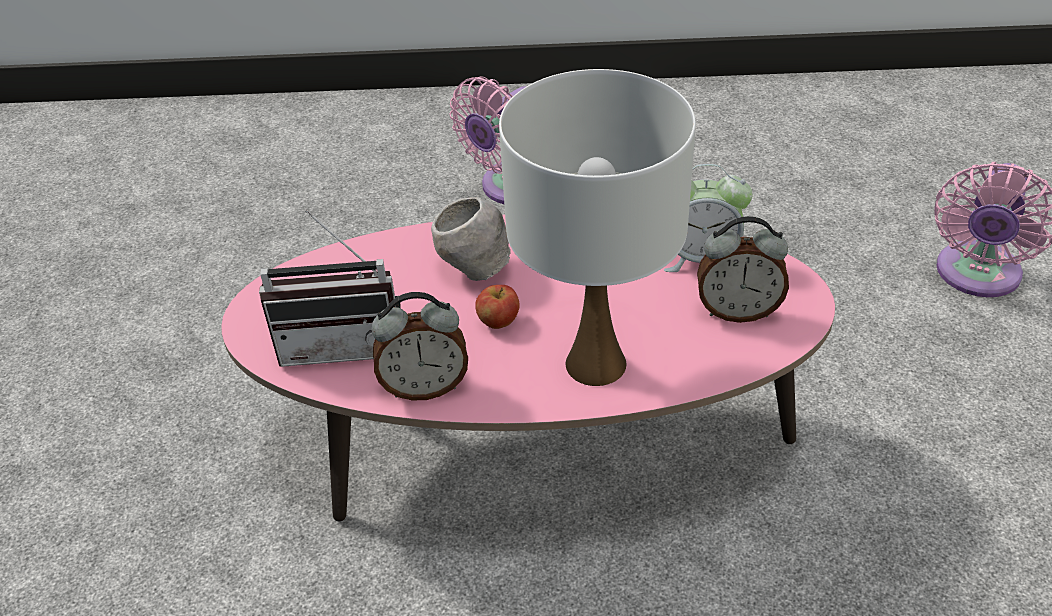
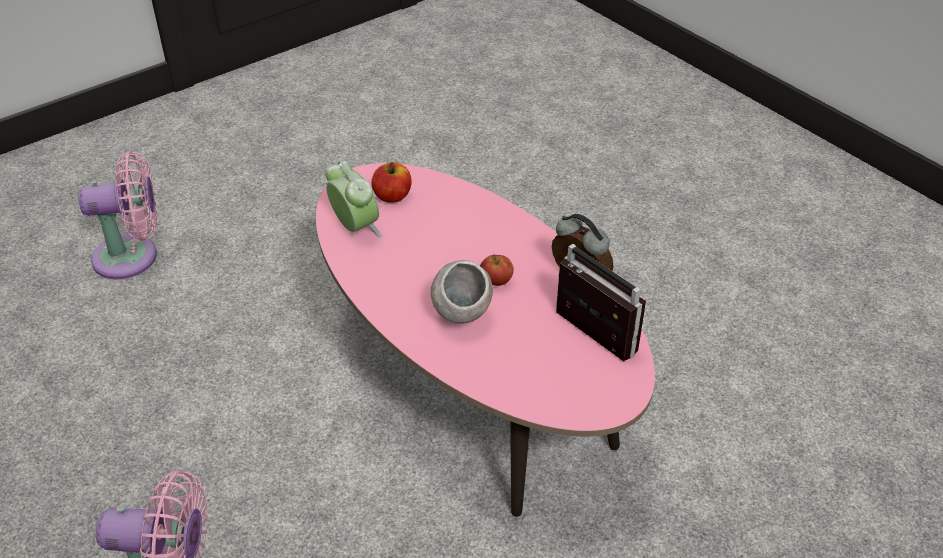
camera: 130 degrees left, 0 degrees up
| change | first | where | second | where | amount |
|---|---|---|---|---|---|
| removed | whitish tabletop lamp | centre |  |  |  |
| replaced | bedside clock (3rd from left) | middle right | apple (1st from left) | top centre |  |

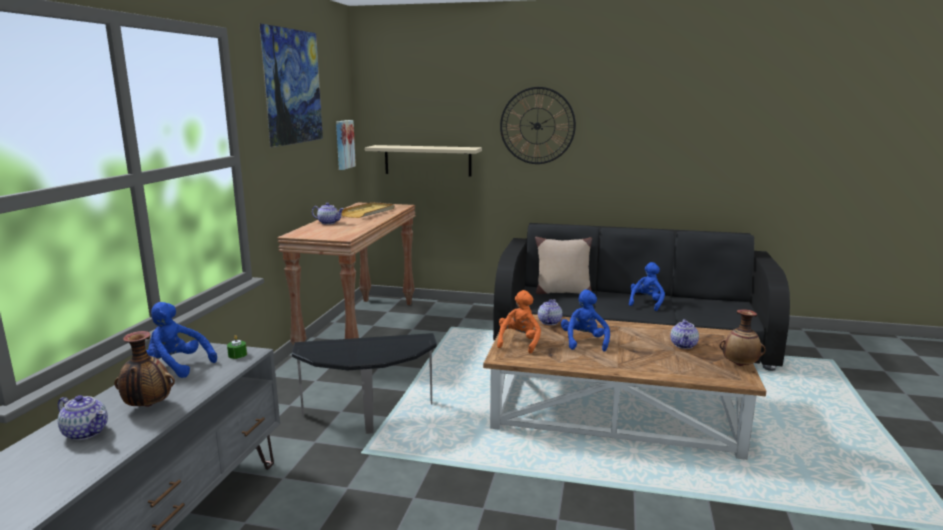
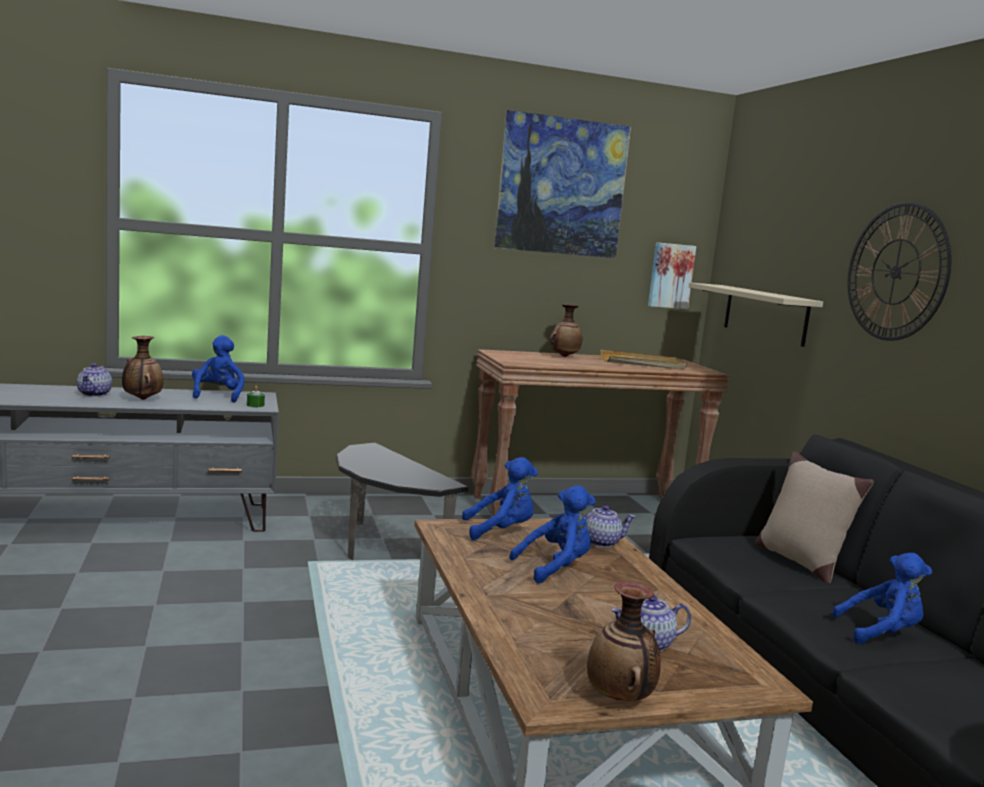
camera: 60 degrees right, 5 degrees down
| change | first | where | second | where | amount |
|---|---|---|---|---|---|
| replaced | pot for tea (2nd from left) | centre | decorative vase (2nd from left) | centre |  |
| recoloured | orange-coloured soft toy | centre | bluish soft toy (2nd from left) | centre |  |

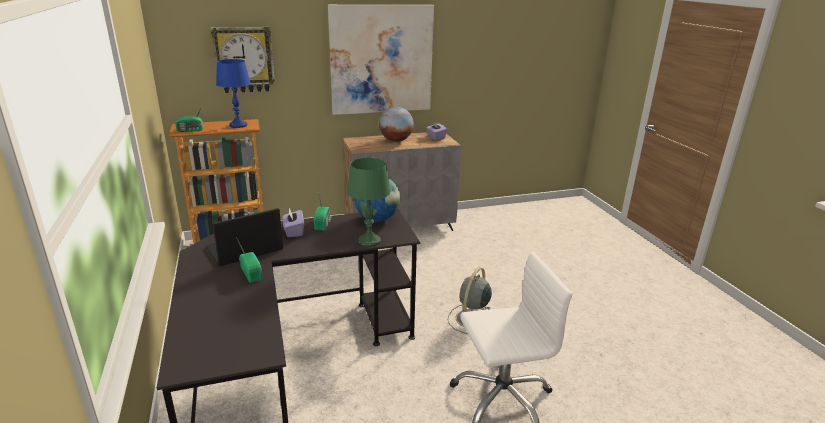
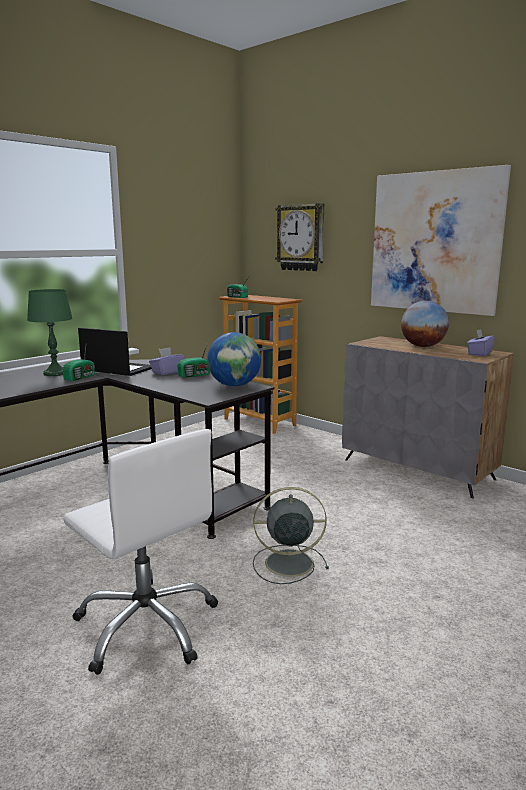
camera: 60 degrees right, 10 degrees down
| change | first | where | second | where | amount |
|---|---|---|---|---|---|
| removed | bluish tabletop lamp | top left |  |  |  |
| moved | green-coloured tabletop lamp | centre |  | middle left |  |

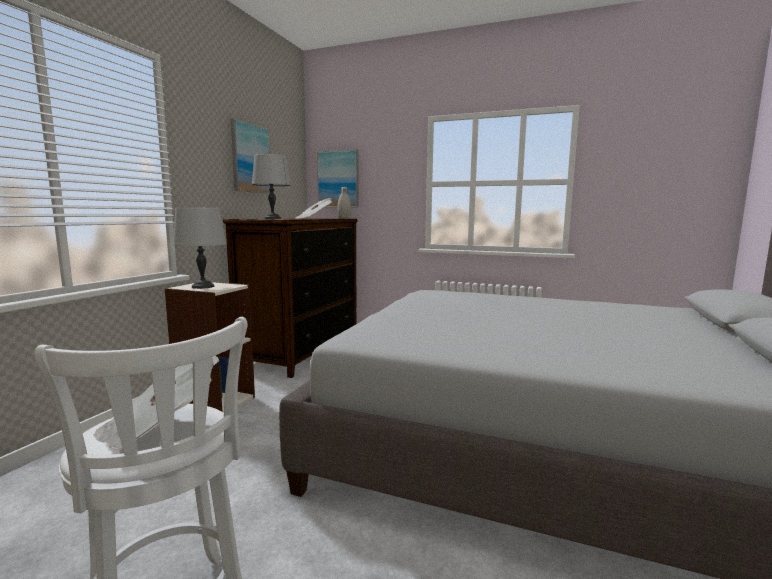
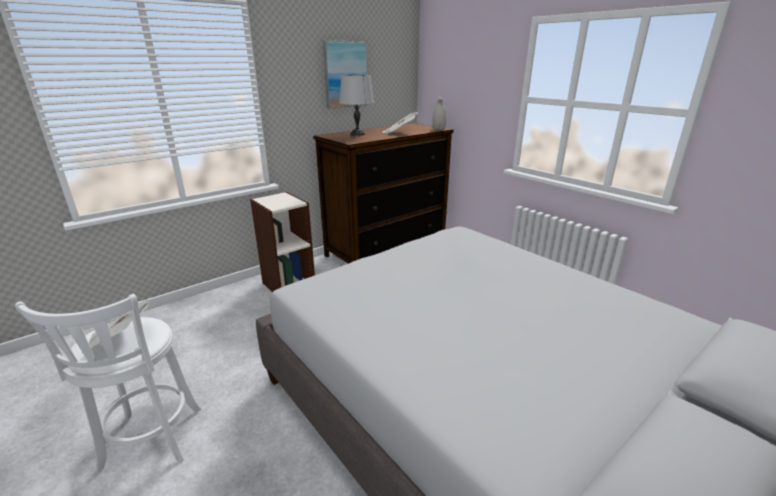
camera: 30 degrees right, 15 degrees up
| change | first | where | second | where | amount |
|---|---|---|---|---|---|
| removed | greyish tabletop lamp (1st from left) | middle left |  |  |  |
| removed | wall picture (2nd from left) | top centre |  |  |  |

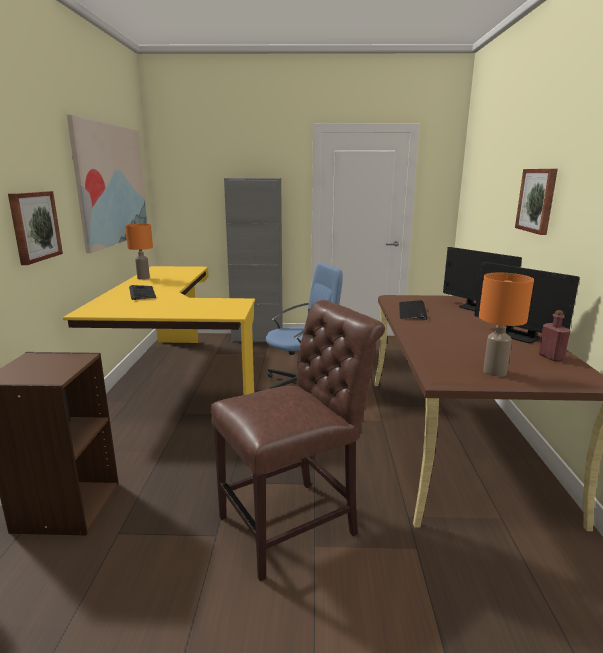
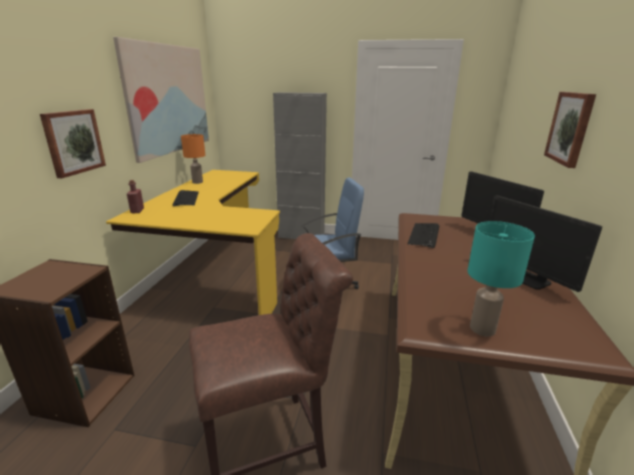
camera: 10 degrees right, 5 degrees up
| change | first | where | second | where | amount |
|---|---|---|---|---|---|
| recoloured | orange-coloured tabletop lamp (2nd from left) | middle right | turquoise tabletop lamp | middle right |  |
| moved | red-coloured drink bottle | middle right |  | middle left |  |

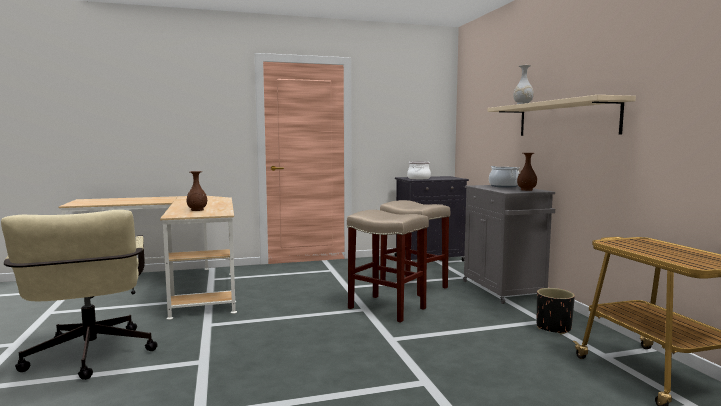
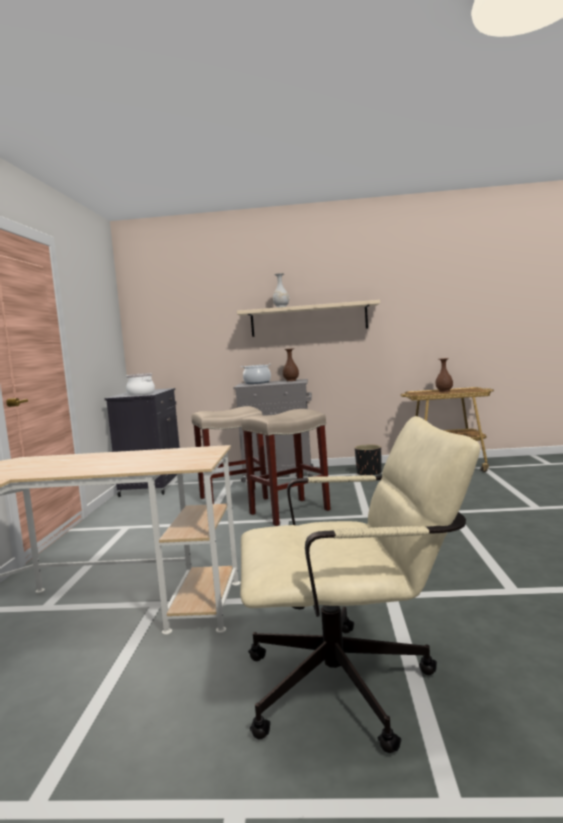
camera: 70 degrees left, 0 degrees up
| change | first | where | second | where | amount |
|---|---|---|---|---|---|
| moved | brown decorative vase (1st from left in the first image) | middle left | brown decorative vase (2nd from left) | middle right |  |

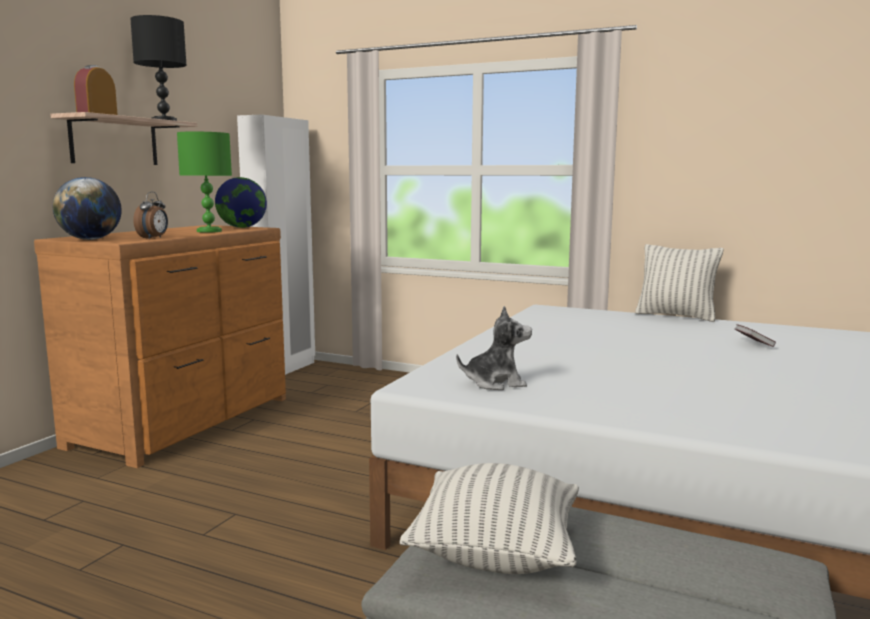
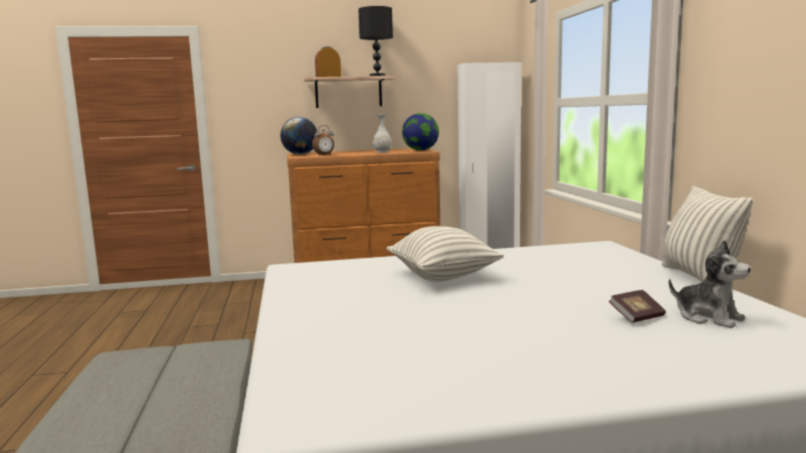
camera: 55 degrees right, 0 degrees up
| change | first | where | second | where | amount |
|---|---|---|---|---|---|
| replaced | green-coloured tabletop lamp | top left | whitish decorative vase | top centre |  |
| moved | throw pillow (1st from left) | bottom centre |  | centre |  |
| moved | soft toy | centre |  | middle right |  |

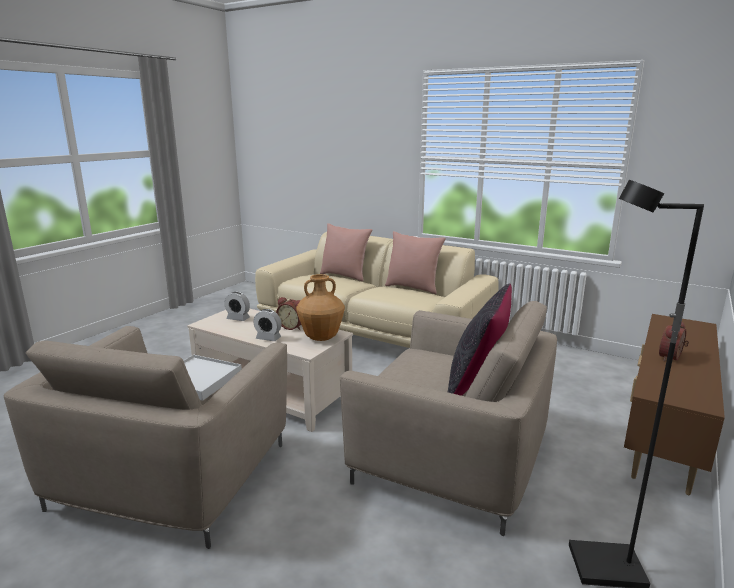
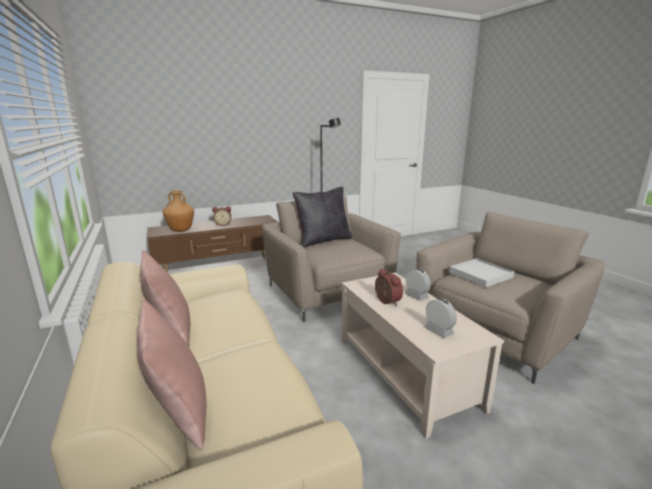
camera: 145 degrees left, 0 degrees up
| change | first | where | second | where | amount |
|---|---|---|---|---|---|
| moved | brown decorative vase | centre |  | middle left |  |

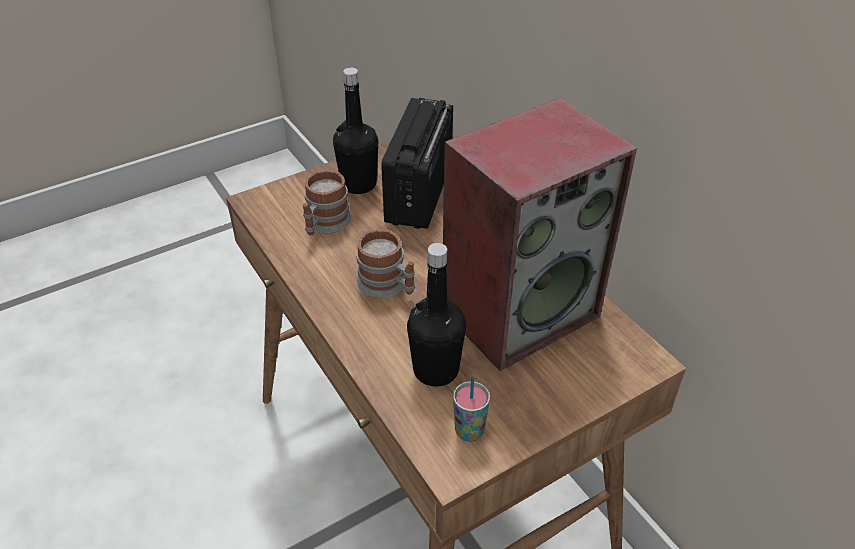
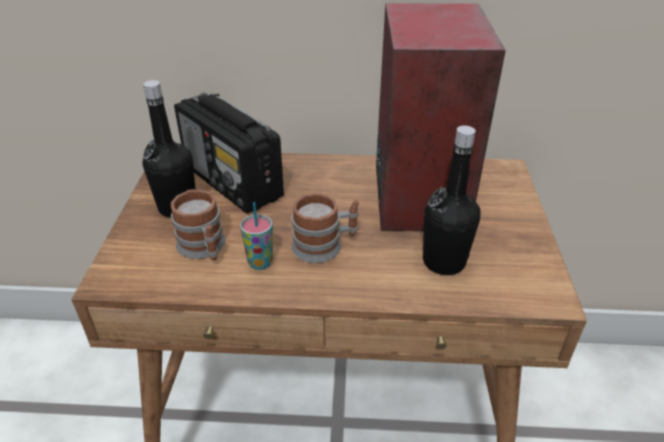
camera: 55 degrees left, 5 degrees down
| change | first | where | second | where | amount |
|---|---|---|---|---|---|
| moved | drinking cup | bottom centre |  | centre |  |

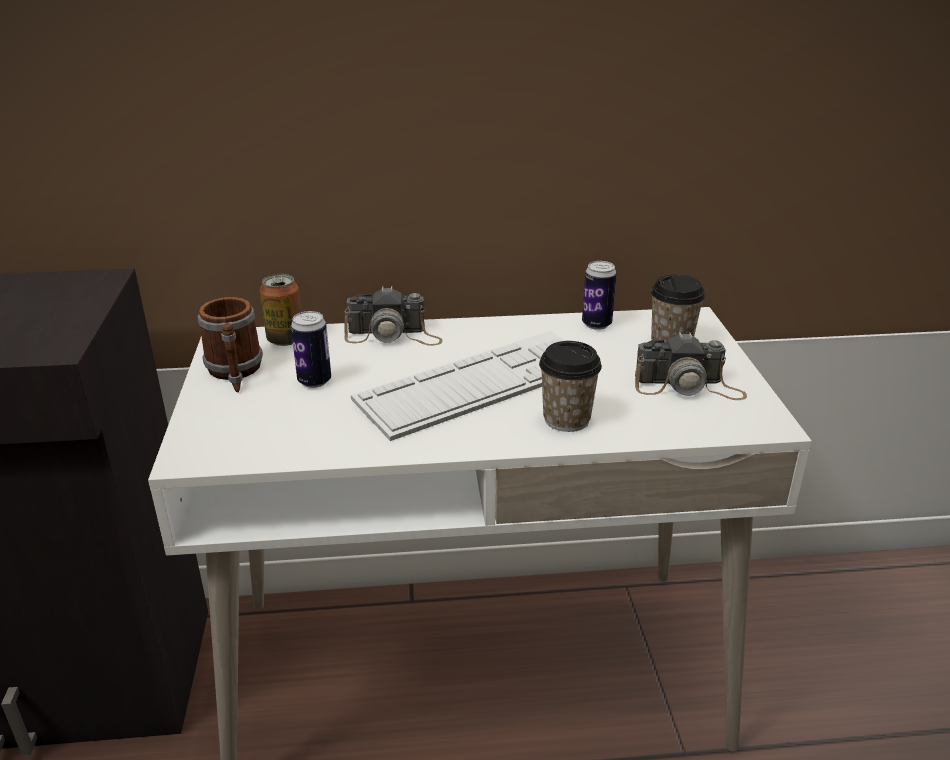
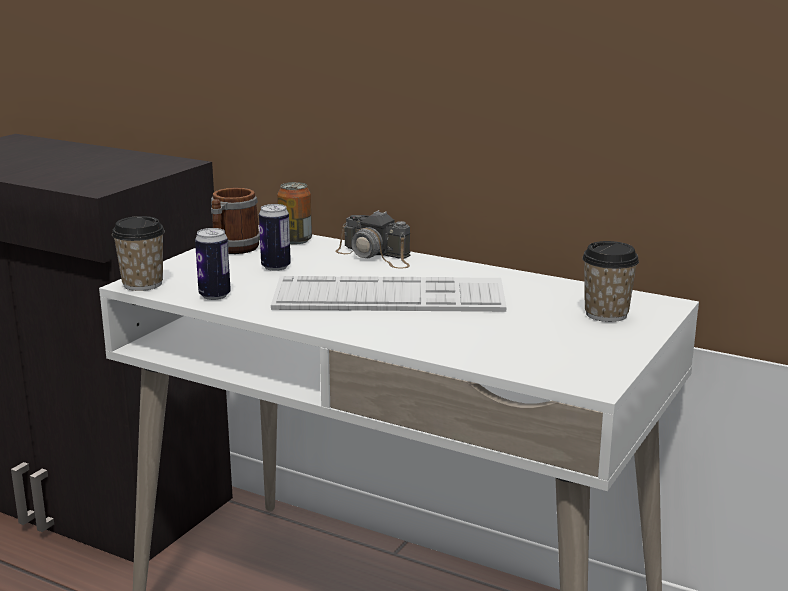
camera: 35 degrees right, 10 degrees down
| change | first | where | second | where | amount |
|---|---|---|---|---|---|
| moved | drinking cup (1st from left) | centre |  | middle left |  |
| moved | metal can (3rd from left in the first image) | centre | metal can (1st from left) | middle left |  |
| removed | photo camera (2nd from left) | middle right |  |  |  |

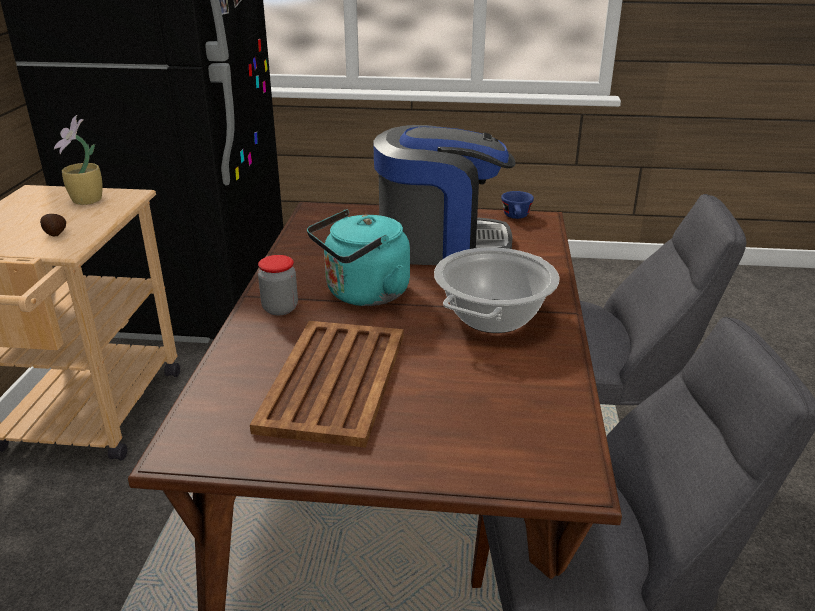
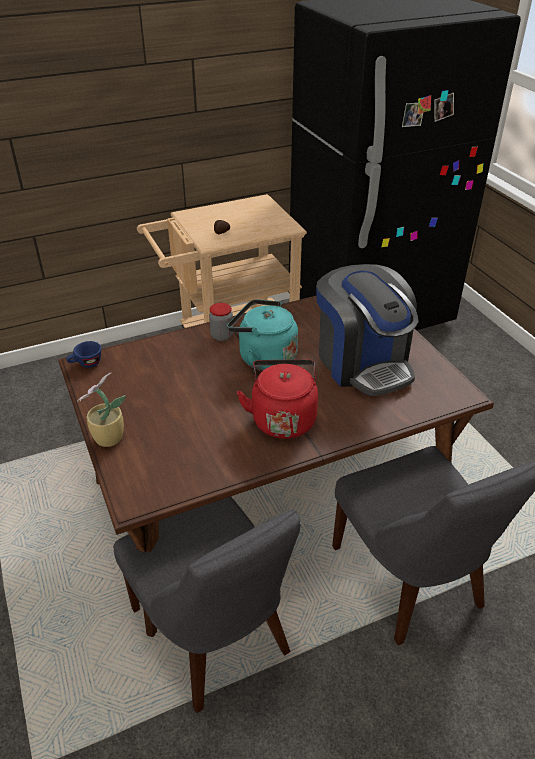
camera: 60 degrees right, 10 degrees up
| change | first | where | second | where | amount |
|---|---|---|---|---|---|
| moved | potted plant | top left |  | middle left |  |
| removed | brown serving tray | centre |  |  |  |
| replaced | stockpot | centre | red-coloured water kettle | centre |  |
| moved | bluish drinking cup | centre |  | middle left |  |

